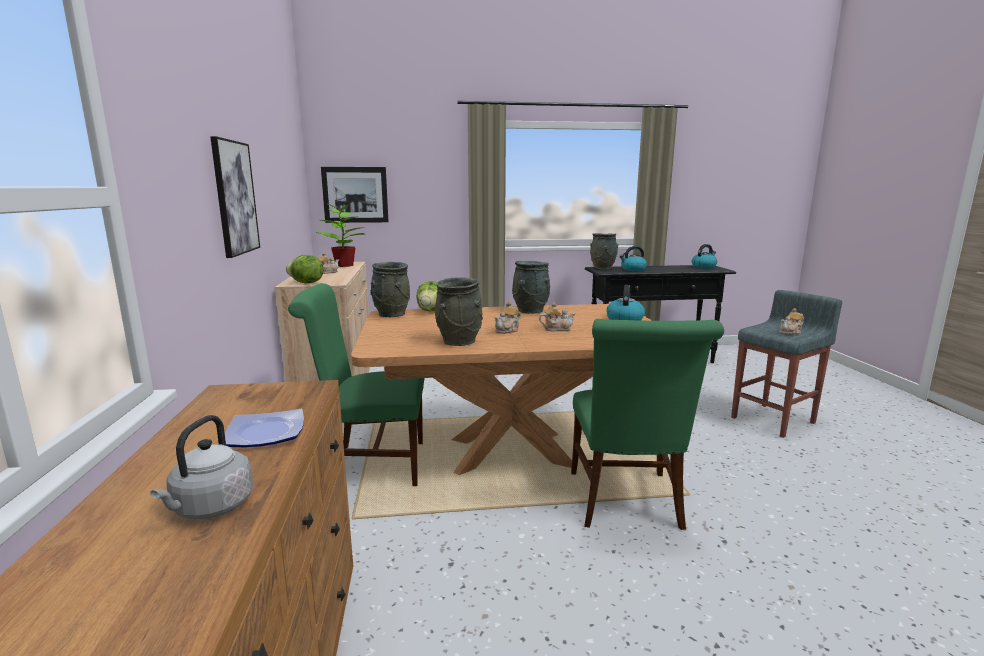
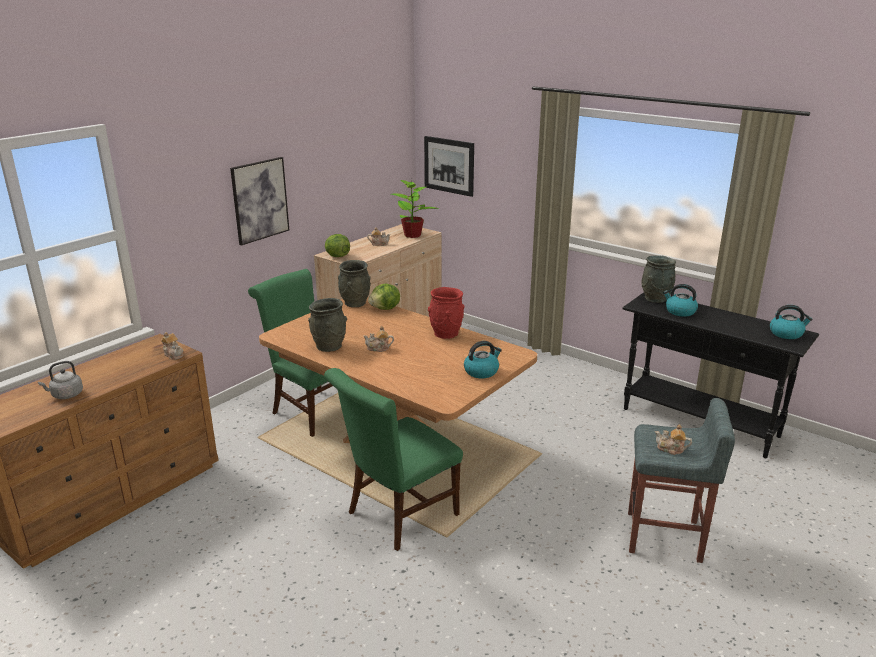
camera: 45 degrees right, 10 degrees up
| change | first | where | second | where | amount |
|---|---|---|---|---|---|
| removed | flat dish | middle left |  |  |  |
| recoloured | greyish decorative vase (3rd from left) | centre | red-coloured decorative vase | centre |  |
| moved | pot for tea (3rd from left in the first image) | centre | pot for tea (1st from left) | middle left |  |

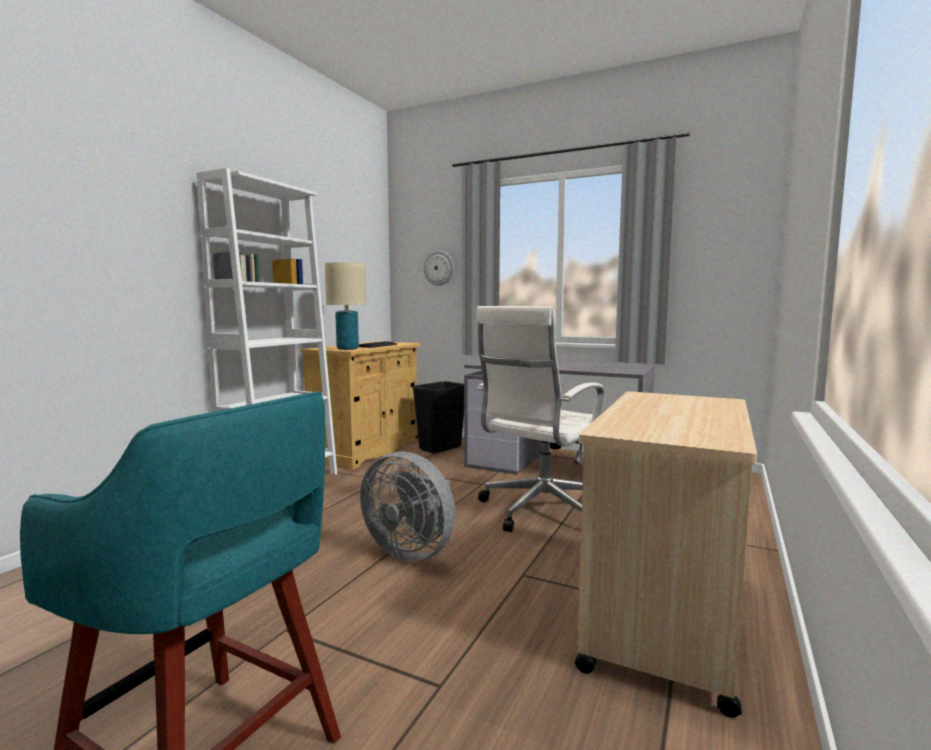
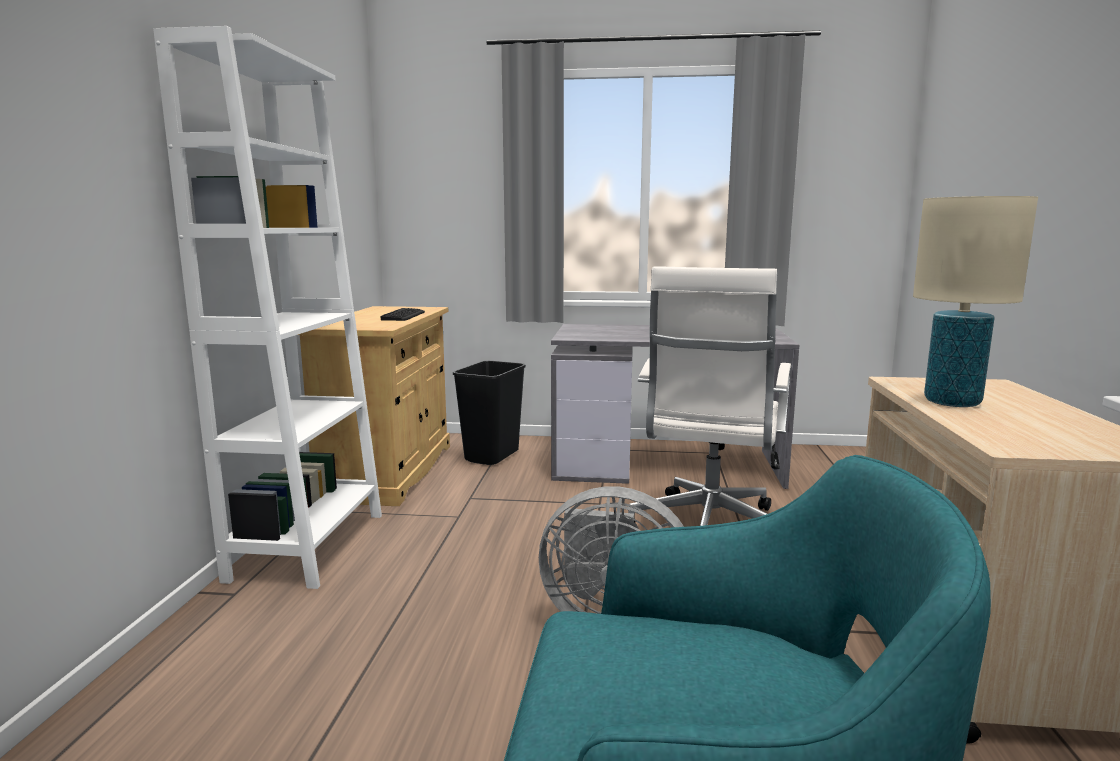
camera: 20 degrees left, 5 degrees up
| change | first | where | second | where | amount |
|---|---|---|---|---|---|
| moved | sand-coloured tabletop lamp | centre |  | middle right |  |
| removed | clock on the wall | centre |  |  |  |

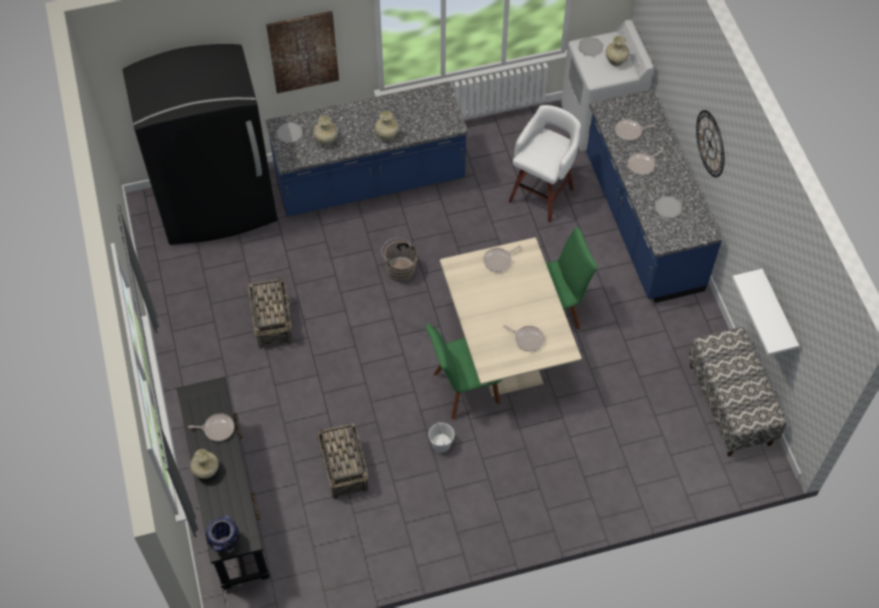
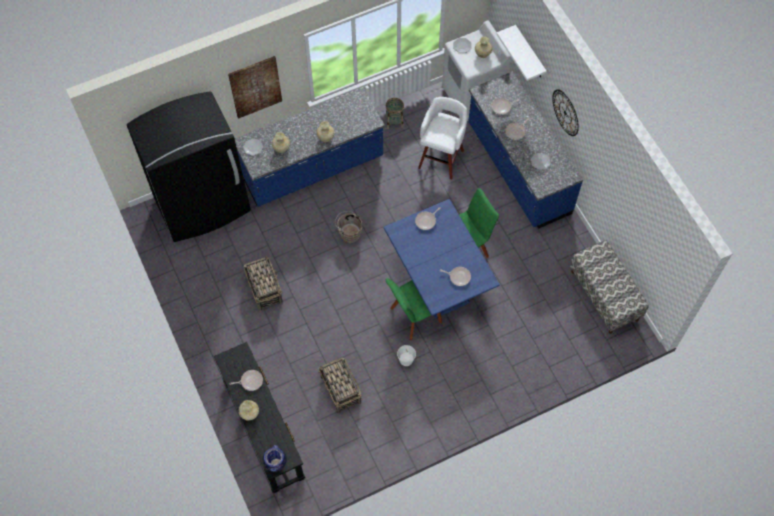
camera: 10 degrees left, 5 degrees up
| change | first | where | second | where | amount |
|---|---|---|---|---|---|
| recoloured | sand-coloured dining table | centre | bluish dining table | centre |  |
| moved | whitish bracket shelf | middle right |  | top right |  |
| added |  |  | household basket (3rd from left) | top centre |  |

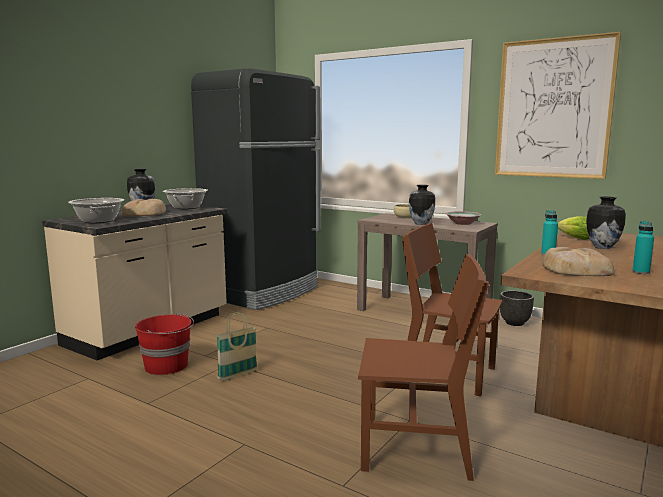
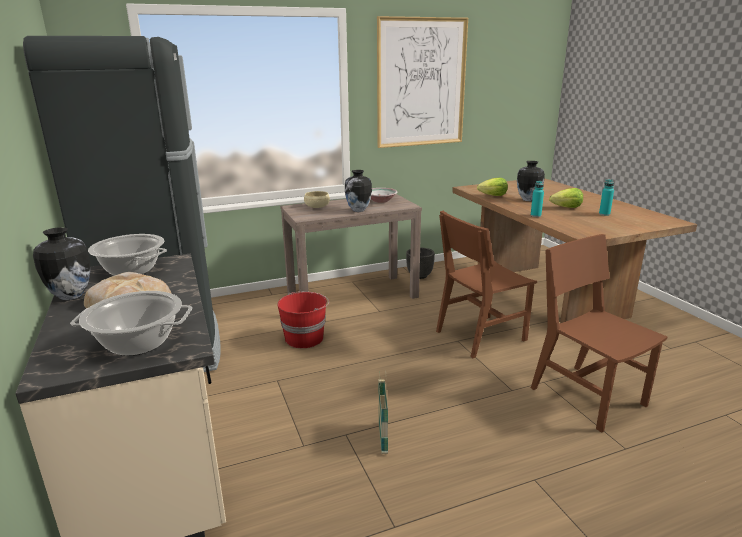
camera: 55 degrees left, 10 degrees up
| change | first | where | second | where | amount |
|---|---|---|---|---|---|
| moved | red-coloured water bucket | bottom left |  | centre |  |
| turned | brown chair (1st from left in the first image) | bottom centre | brown chair (2nd from left) | middle right | 75 degrees counterclockwise |
| removed | bread (2nd from left) | middle right |  |  |  |
| added |  |  | lettuce head (2nd from left) | middle right |  |

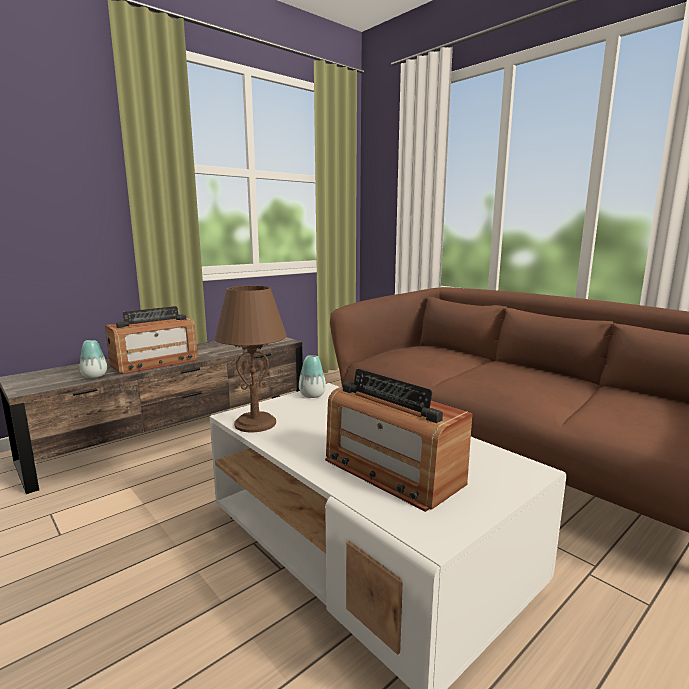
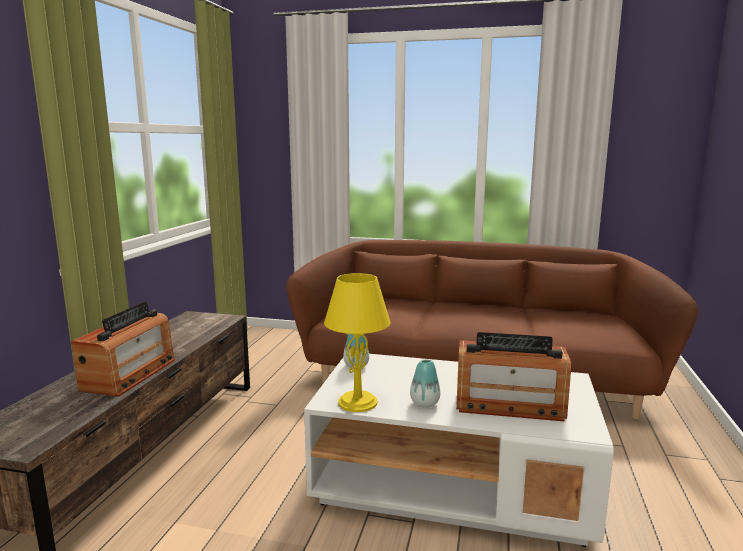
camera: 35 degrees left, 0 degrees up
| change | first | where | second | where | amount |
|---|---|---|---|---|---|
| moved | decorative vase (1st from left in the first image) | middle left | decorative vase (2nd from left) | bottom centre |  |
| recoloured | brown tabletop lamp | centre | yellowish tabletop lamp | centre |  |

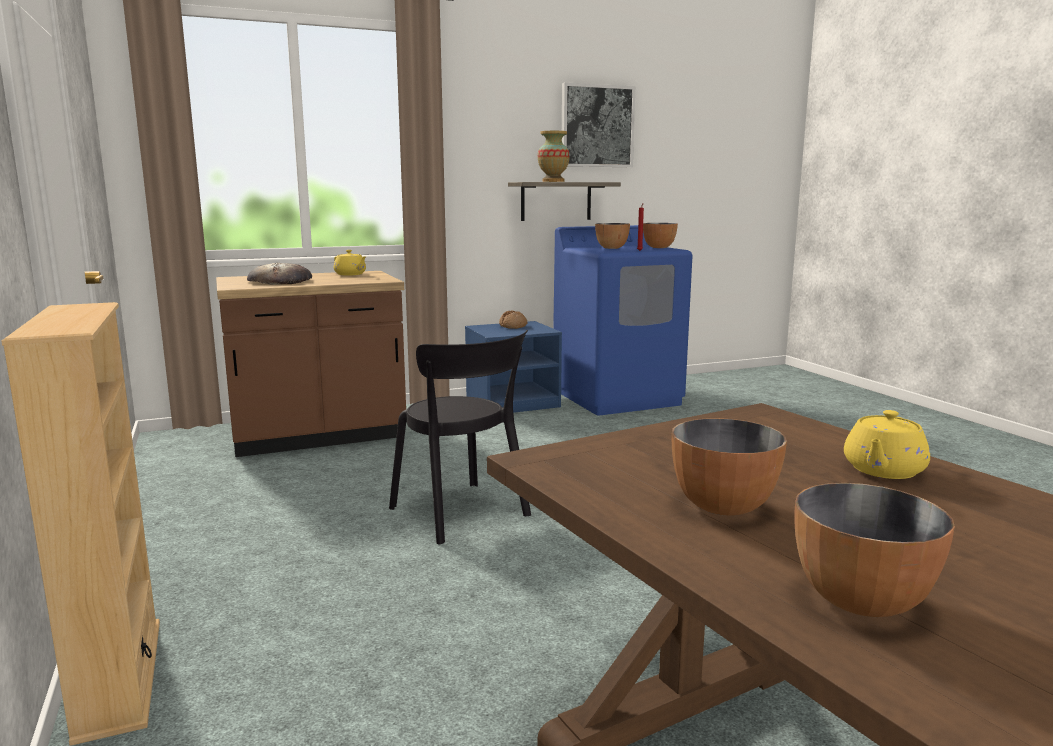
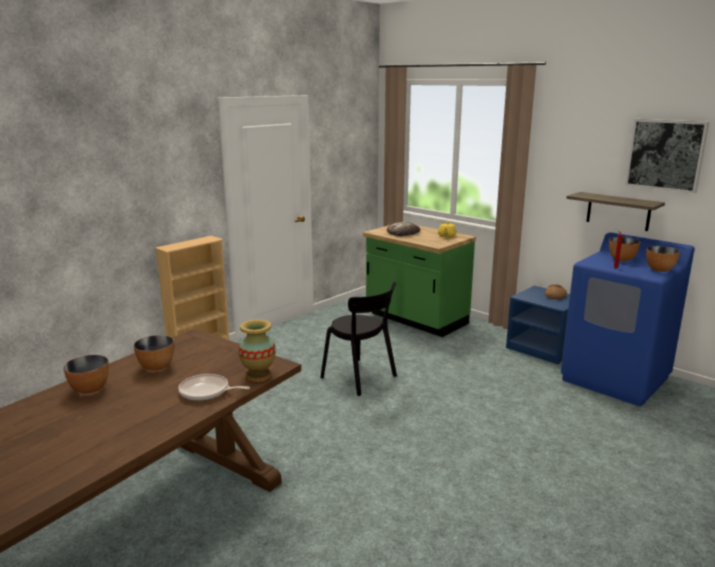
camera: 65 degrees right, 5 degrees up
| change | first | where | second | where | amount |
|---|---|---|---|---|---|
| recoloured | brown kitchen base unit | middle left | green-coloured kitchen base unit | centre |  |
| turned | black chair | centre |  | centre | 75 degrees counterclockwise |
| moved | decorative vase | top centre |  | centre |  |
| replaced | yellowish pot for tea (2nd from left) | middle right | frying pan | bottom left |  |

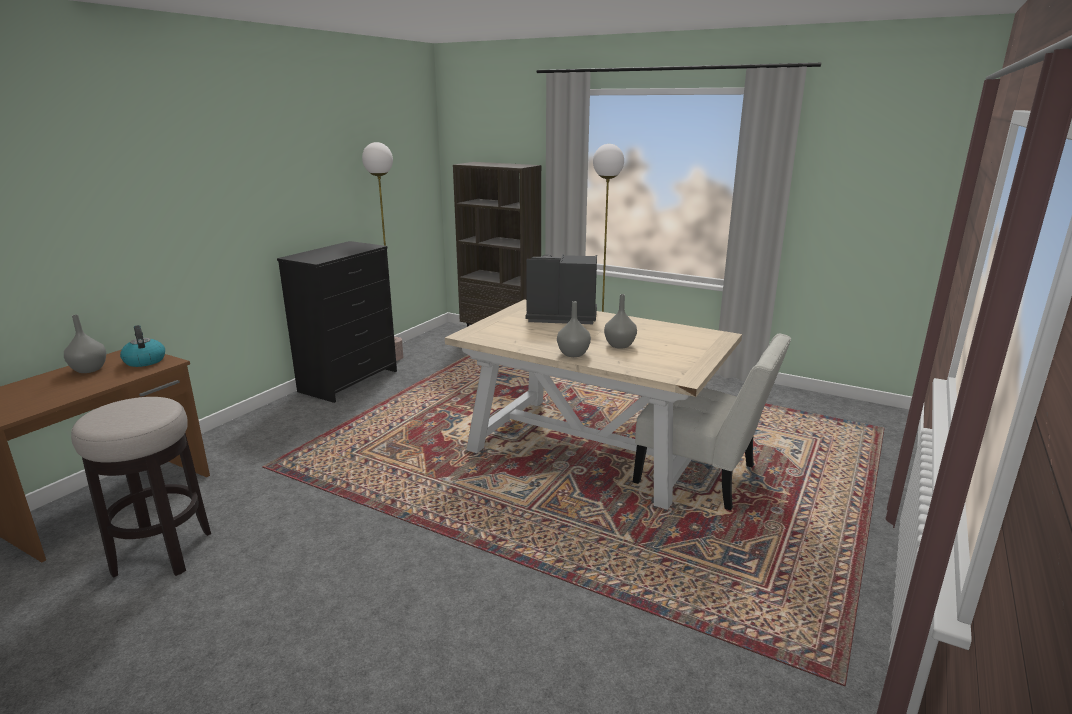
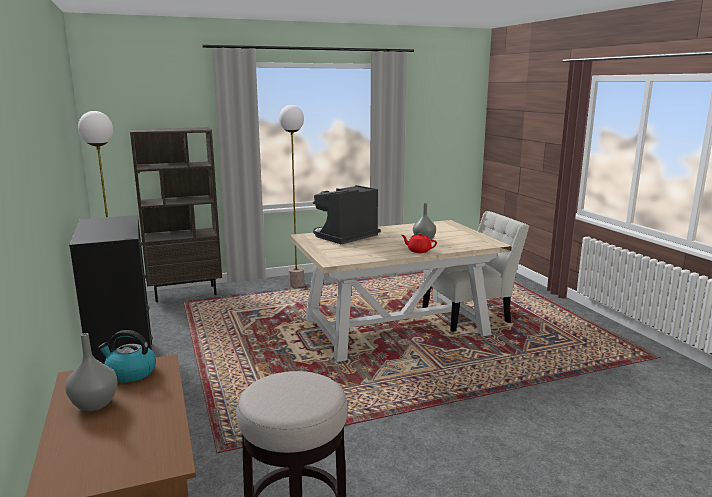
camera: 50 degrees left, 5 degrees down
| change | first | where | second | where | amount |
|---|---|---|---|---|---|
| replaced | greyish decorative vase (2nd from left) | centre | red-coloured pot for tea | centre |  |

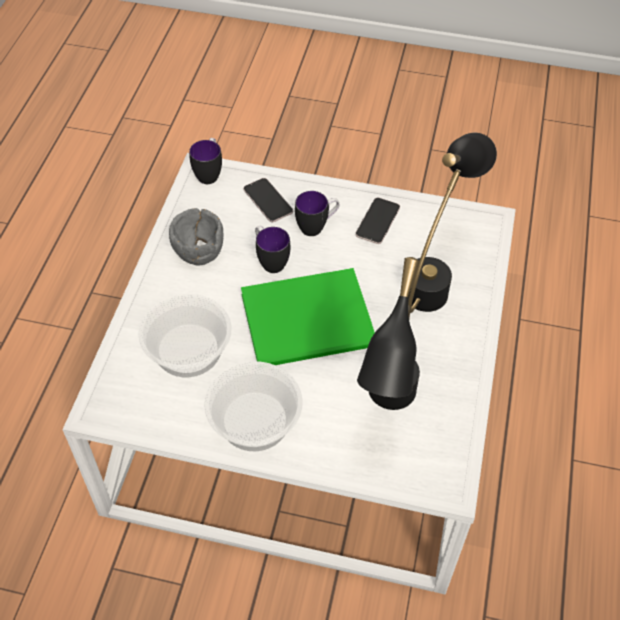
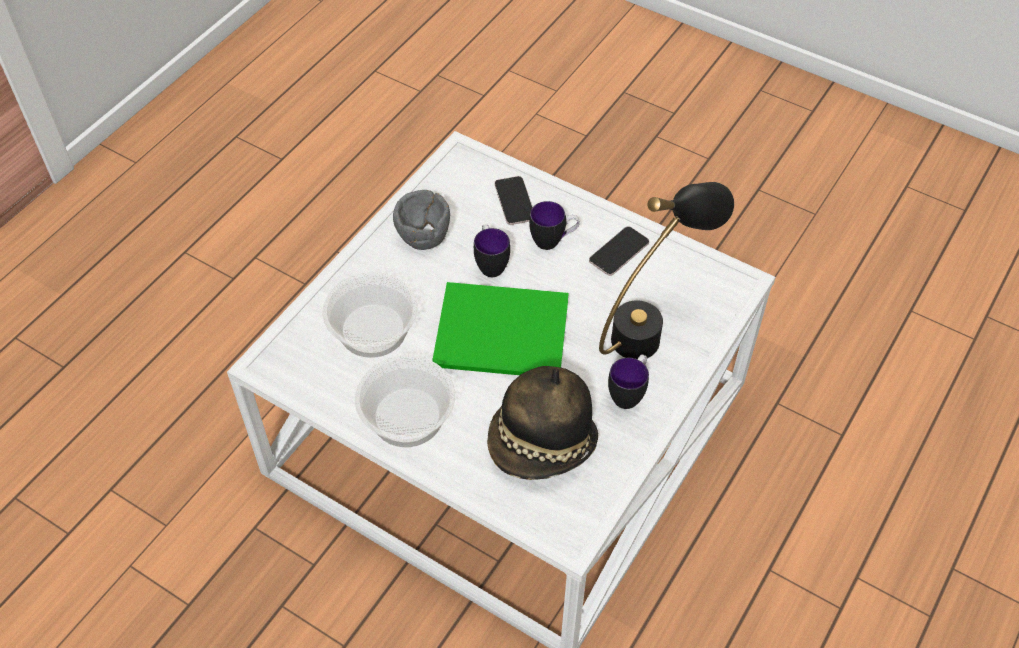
camera: 20 degrees right, 0 degrees up
| change | first | where | second | where | amount |
|---|---|---|---|---|---|
| moved | coffee mug (1st from left in the first image) | top left | coffee mug (3rd from left) | centre |  |
| replaced | black tabletop lamp (1st from left) | centre | hat | centre |  |

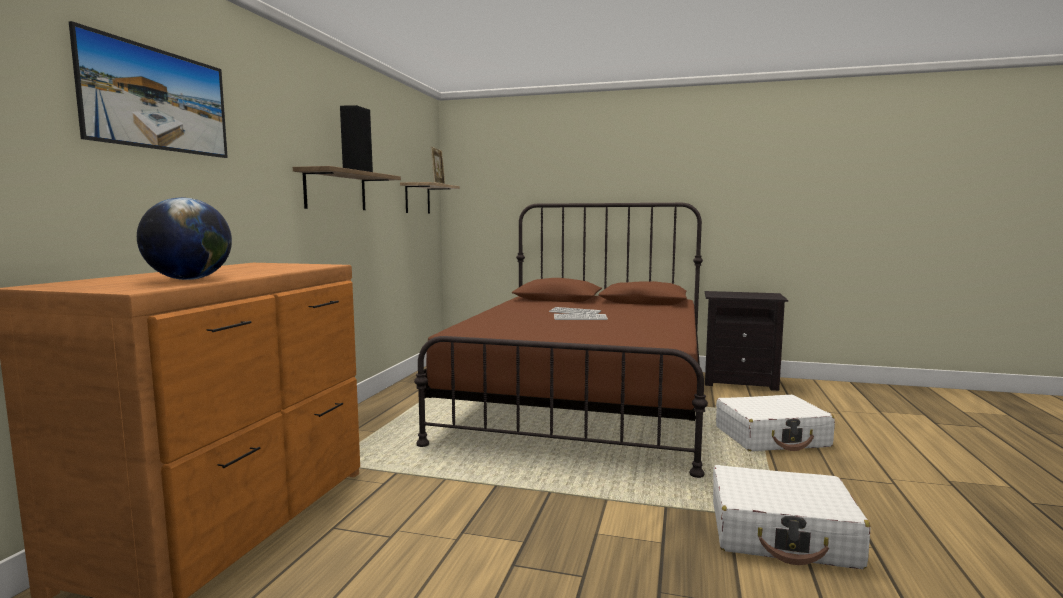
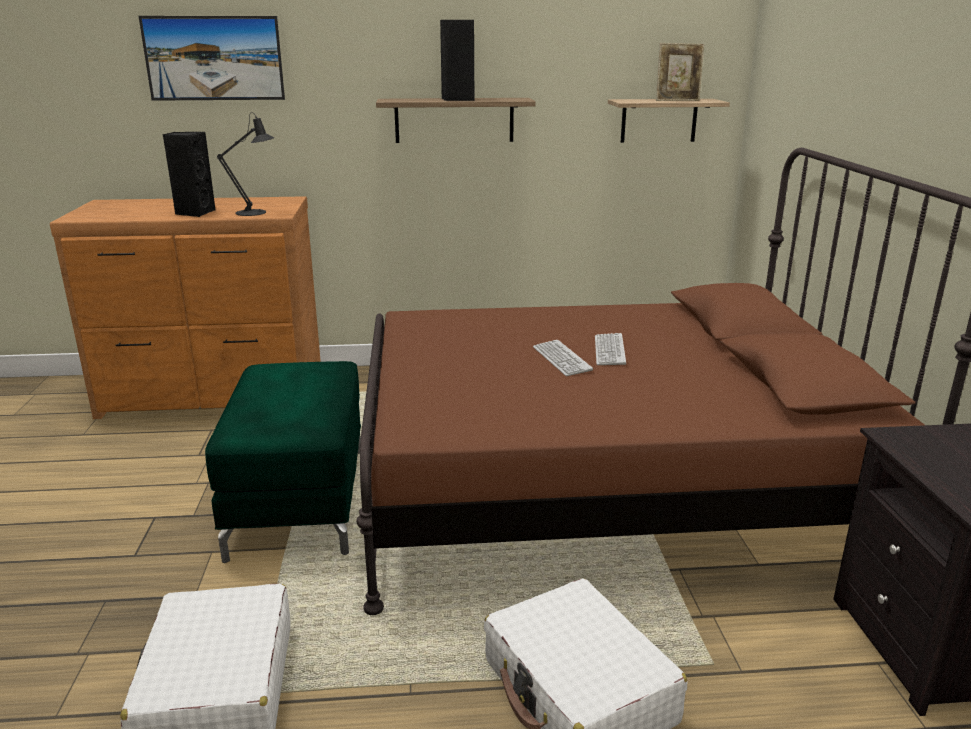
camera: 70 degrees right, 15 degrees up
| change | first | where | second | where | amount |
|---|---|---|---|---|---|
| removed | globe | middle left |  |  |  |
| added |  |  | black loudspeaker (1st from left) | top left |  |
| added |  |  | green-coloured ottoman | middle left |  |
| added |  |  | black tabletop lamp | top left |  |

